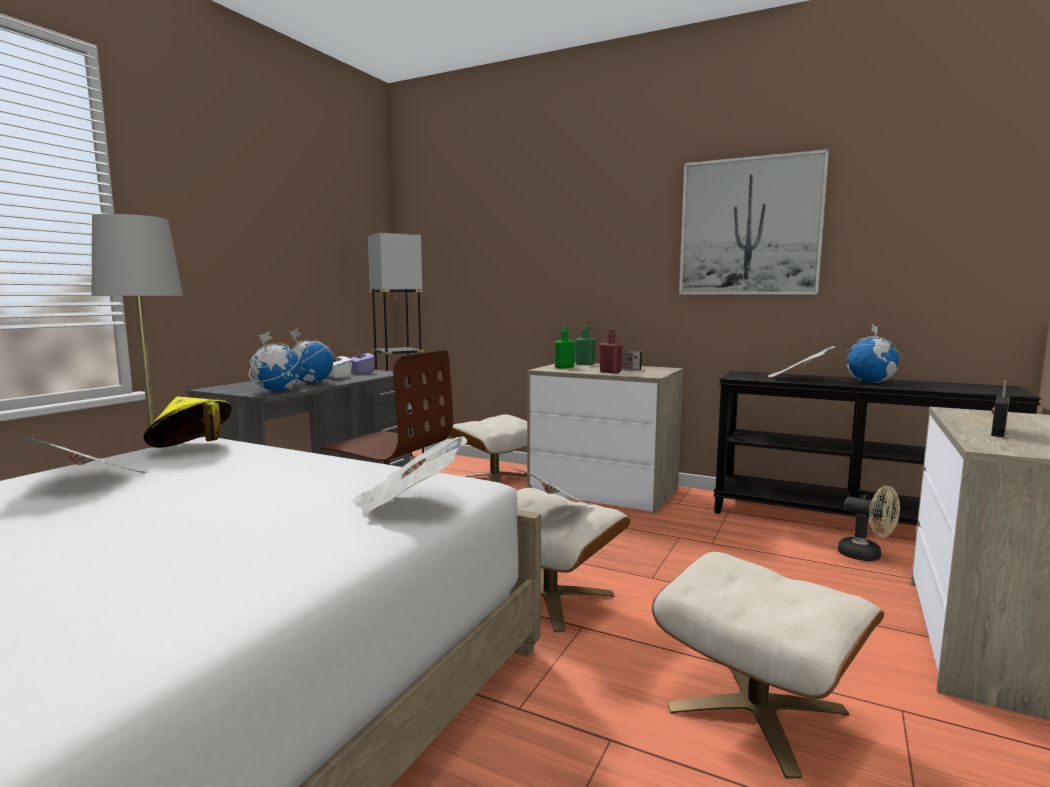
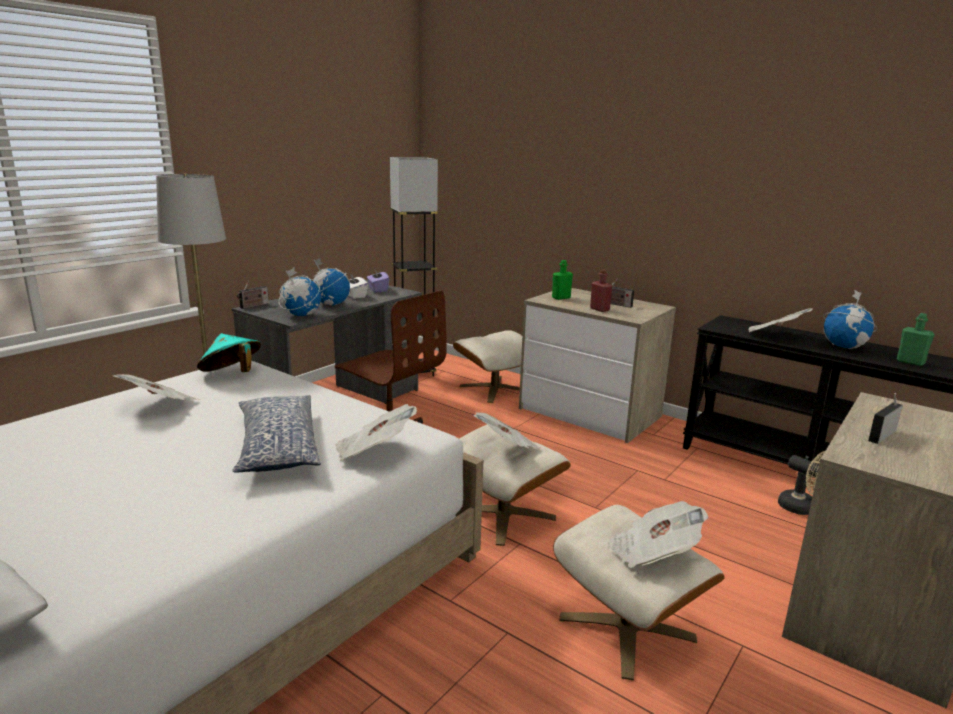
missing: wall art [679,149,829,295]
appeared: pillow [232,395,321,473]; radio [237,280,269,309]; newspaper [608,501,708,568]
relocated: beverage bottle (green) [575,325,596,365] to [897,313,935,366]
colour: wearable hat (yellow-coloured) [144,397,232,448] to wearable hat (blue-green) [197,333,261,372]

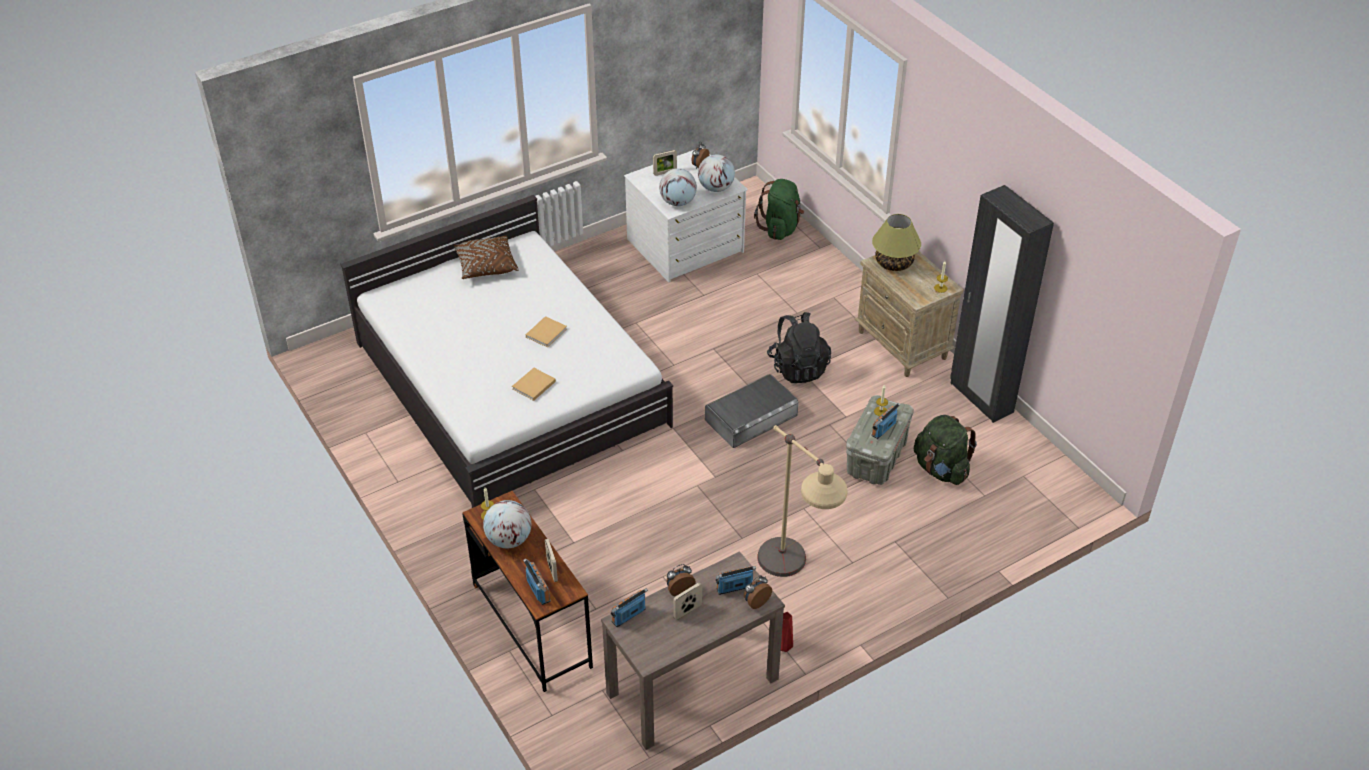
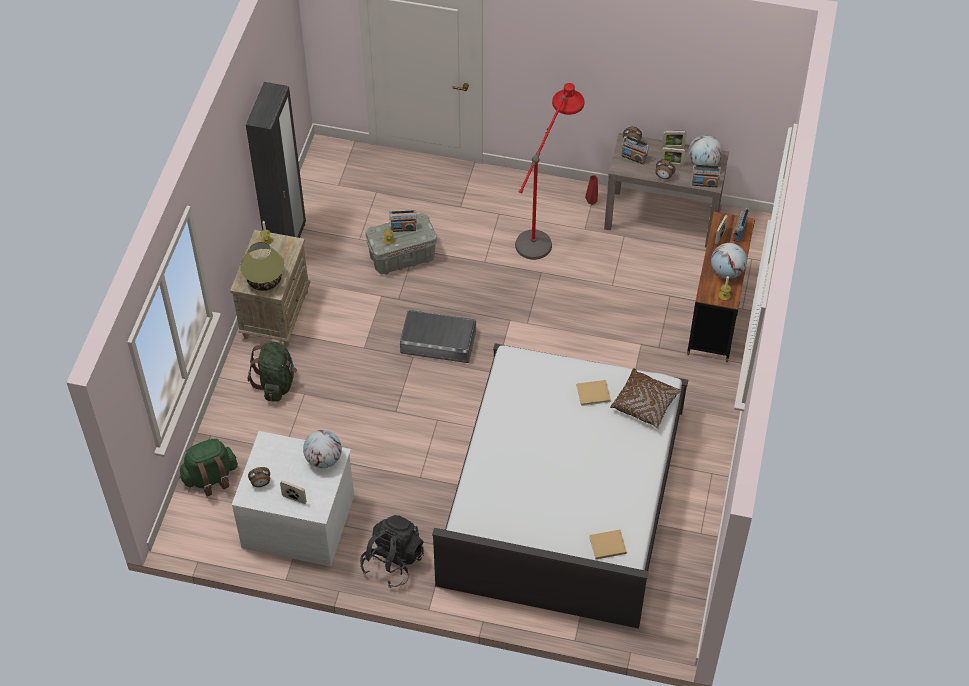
appeared: photo frame [662,131,686,148]
relocated: backpack (green) [914,415,977,485] to [248,341,297,402]; backpack (blackish) [767,312,831,383] to [360,515,424,588]; volume (sand-coloured) [526,316,567,348] to [589,530,627,559]; pillow (brown-coloured) [453,236,519,279] to [610,368,682,428]; globe [698,155,735,192] to [688,135,723,169]
colour: standing lamp (sand-coloured) [757,425,847,577] to standing lamp (reddish) [515,83,584,260]

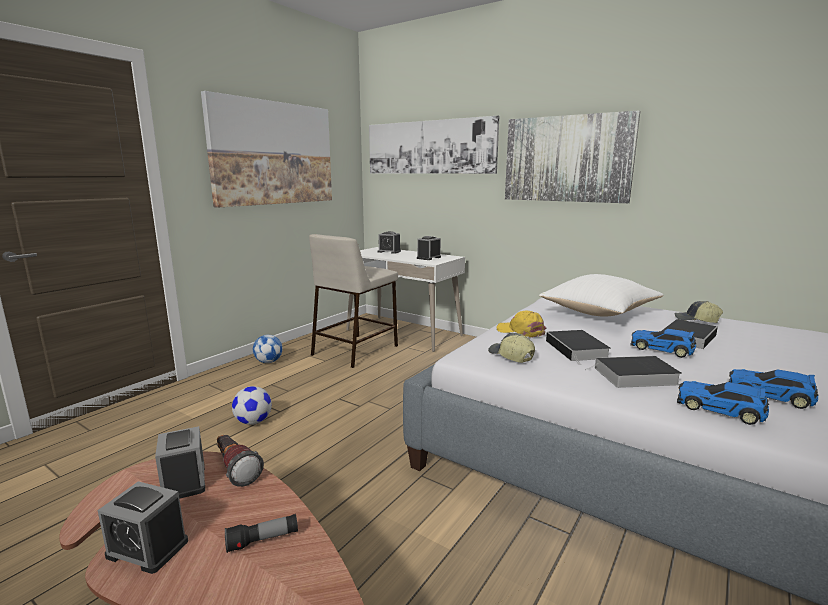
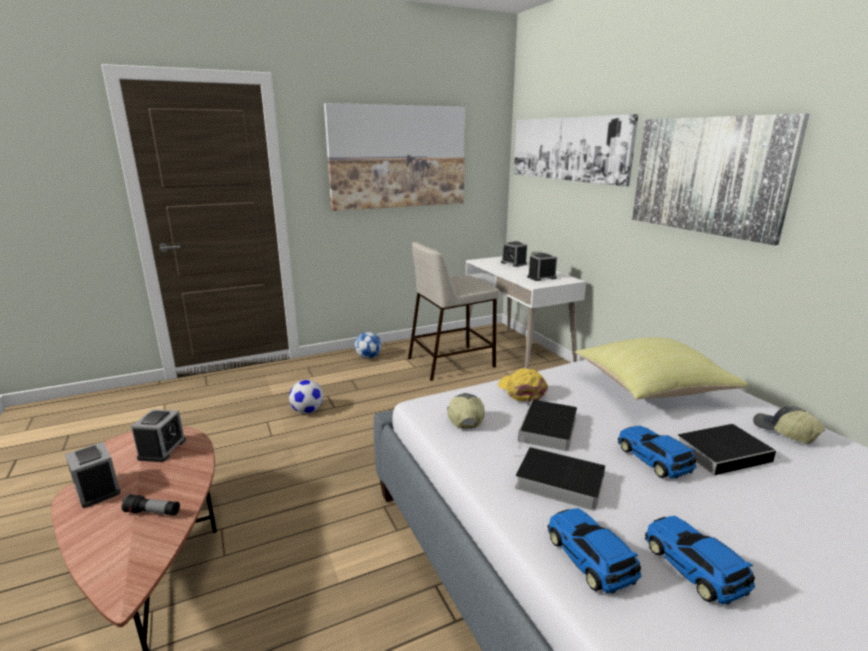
missing: hand torch [217,435,264,487]
colour: pillow (white) [539,274,663,317] to pillow (yellow-coloured) [575,337,748,400]

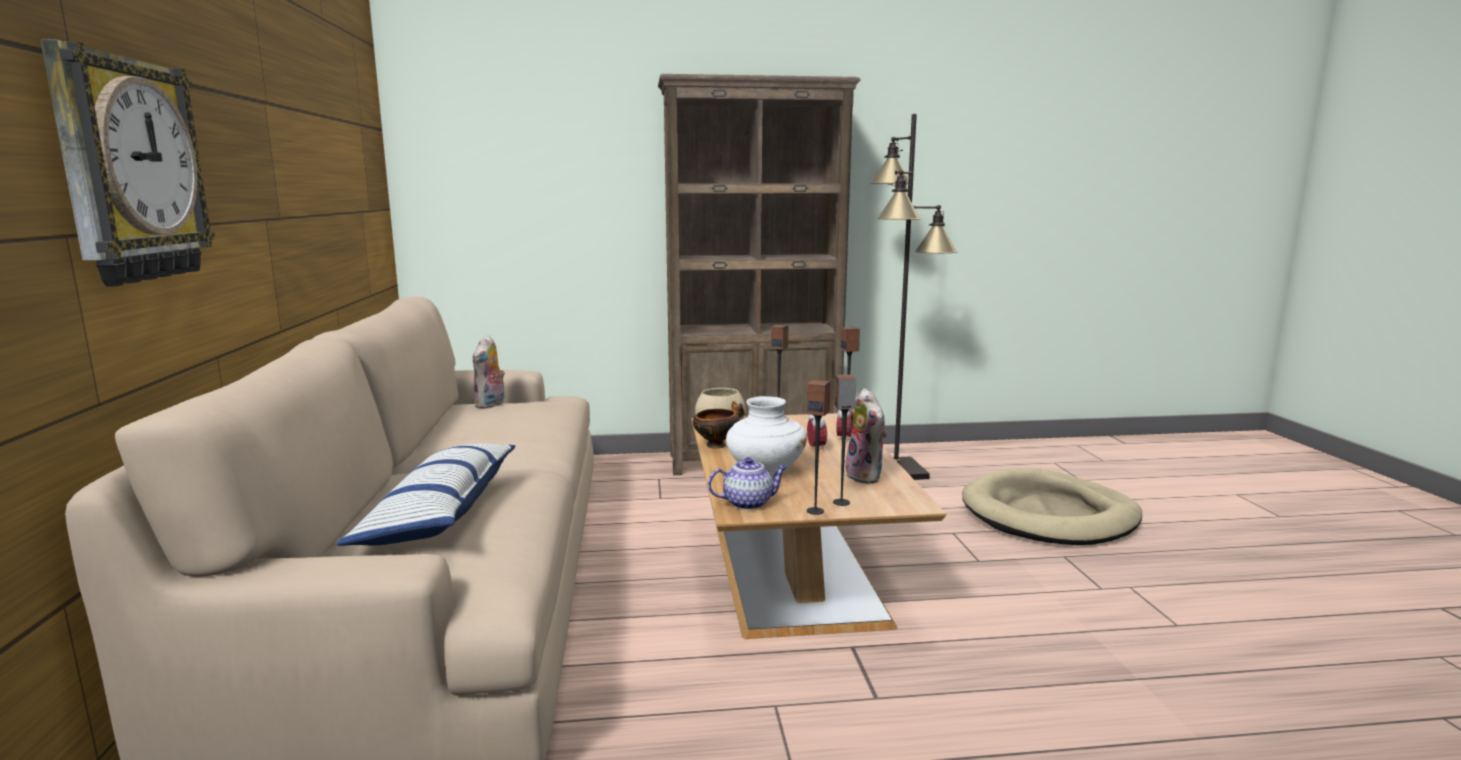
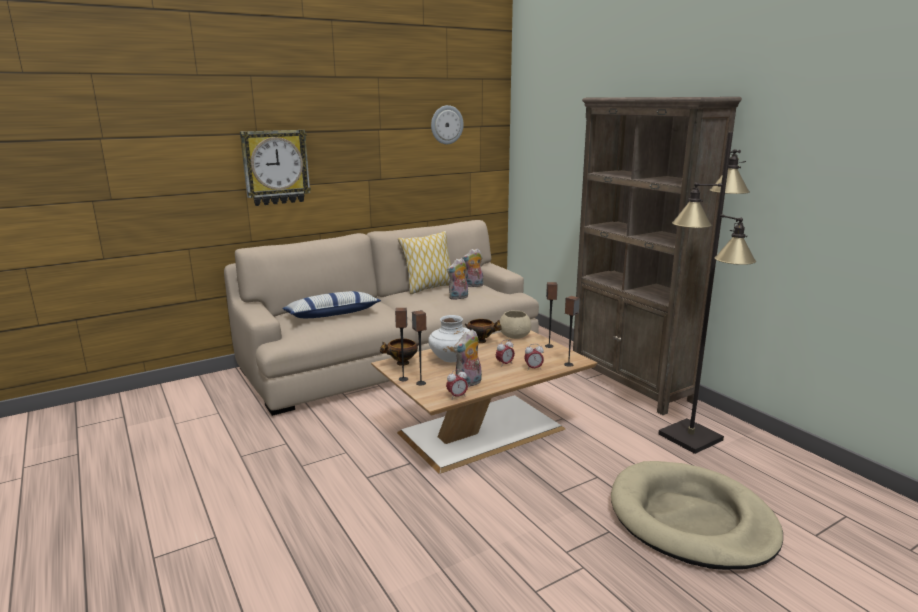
appeared: pillow [398,231,451,294]; clock on the wall [431,105,464,144]; alarm clock [446,369,468,399]; cuddly toy [447,258,468,300]
exchanged: teapot [708,457,787,510] to deep dish [380,338,419,366]

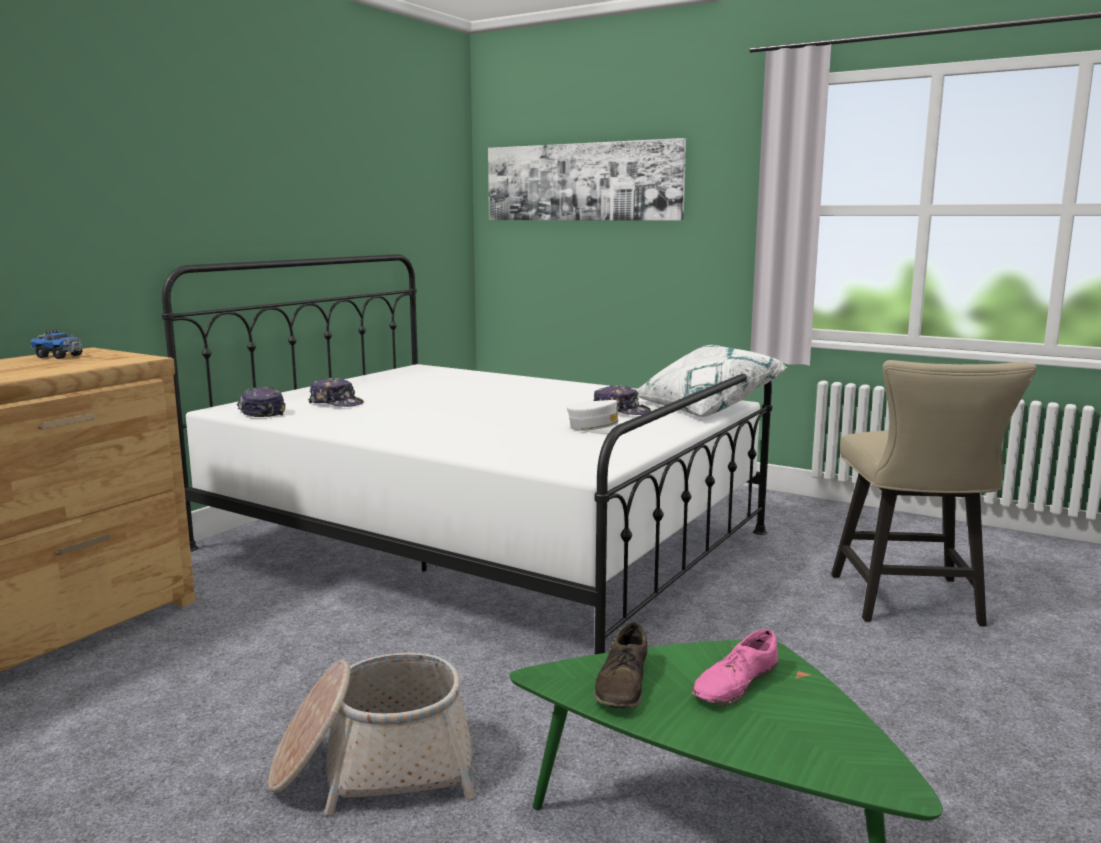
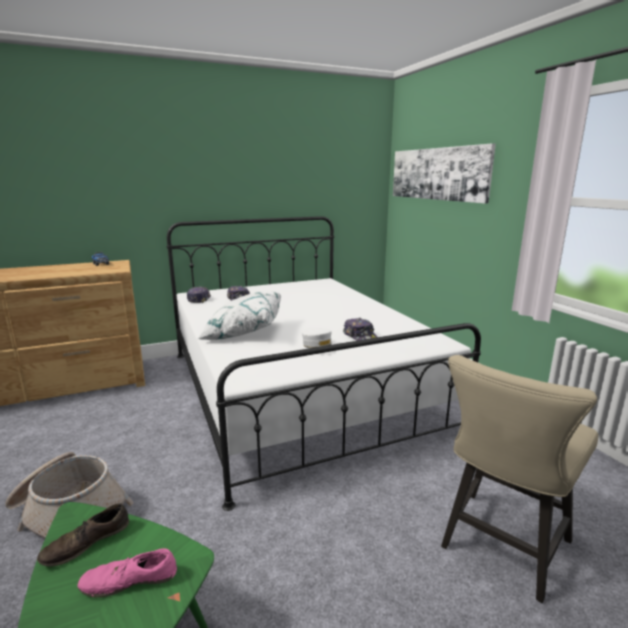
relocated: pillow (white) [637,345,787,417] to [198,291,281,340]

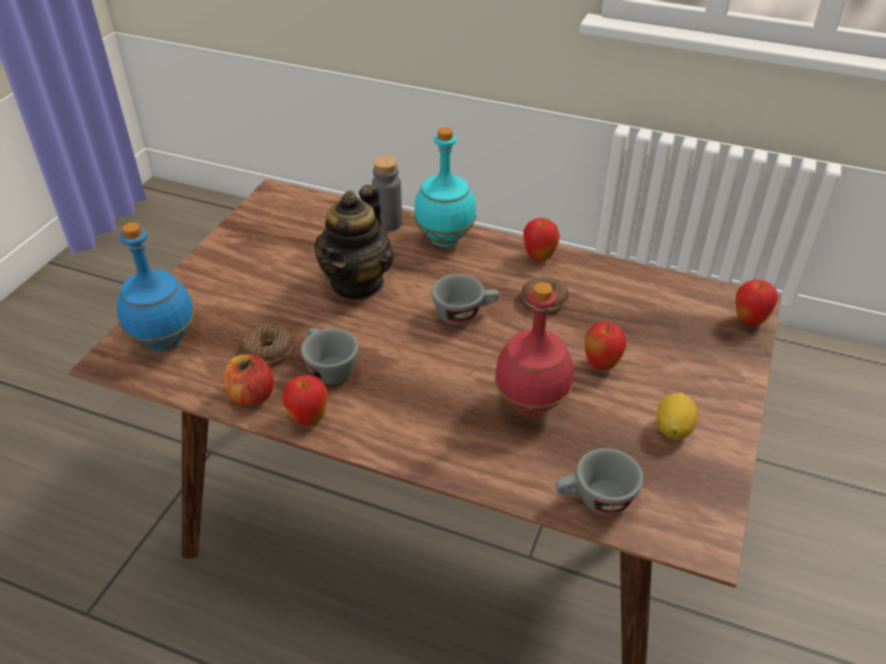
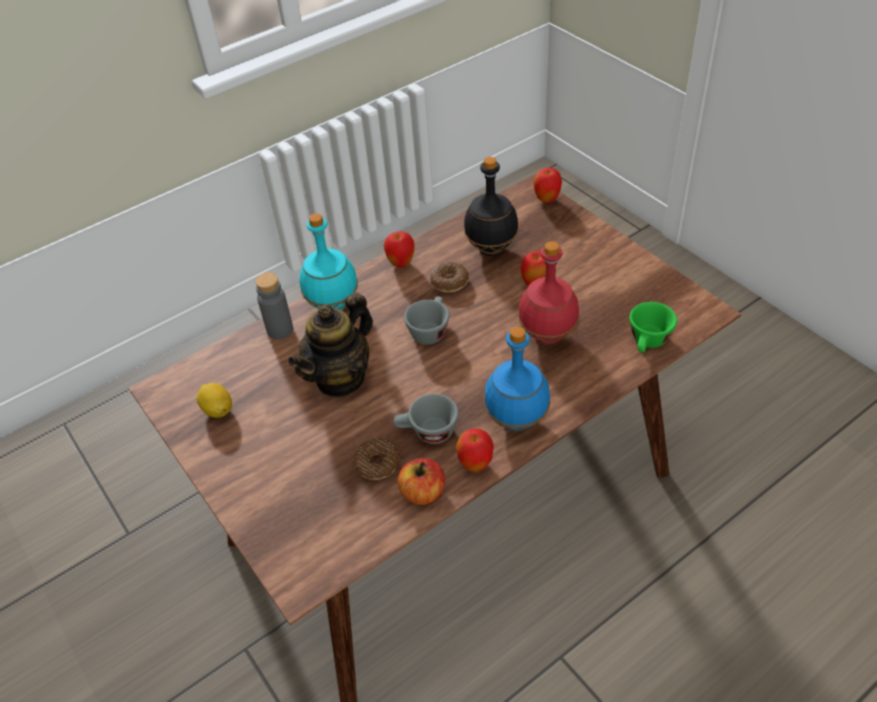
appeared: beverage bottle (blackish) [464,157,519,256]
relocated: lemon [657,393,698,439] to [197,383,232,418]; beverage bottle (blue-coloured) [117,222,194,352] to [484,327,550,431]
colour: small cup (greyish) [555,448,643,515] to small cup (green) [630,302,677,353]
spun: teapot [314,185,394,300] = [288,292,373,398] 75 degrees clockwise

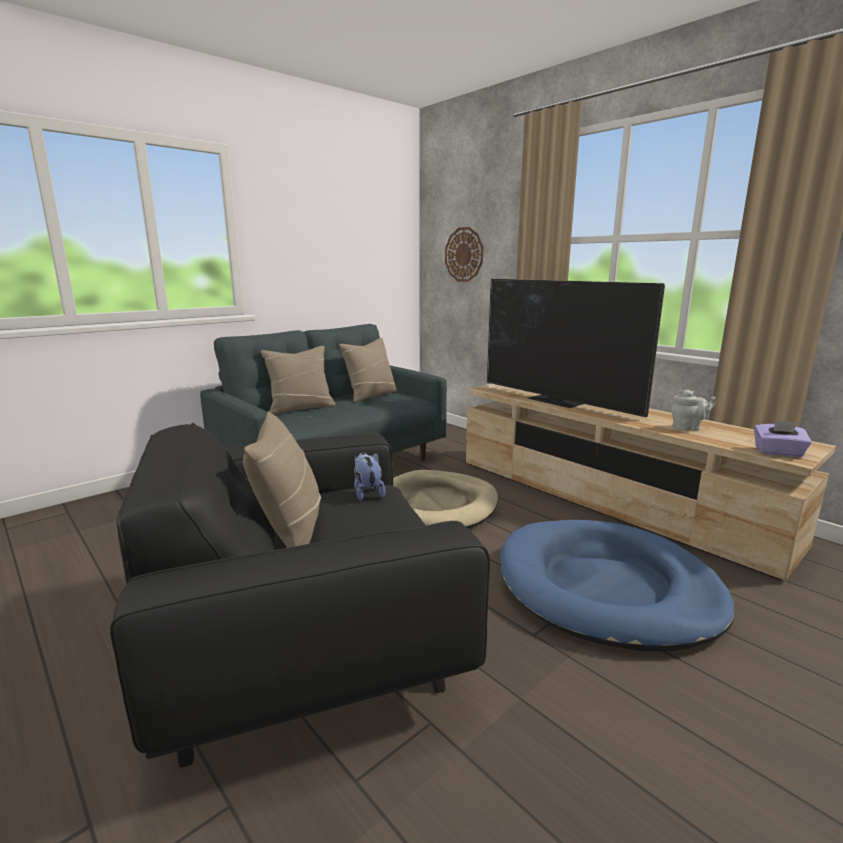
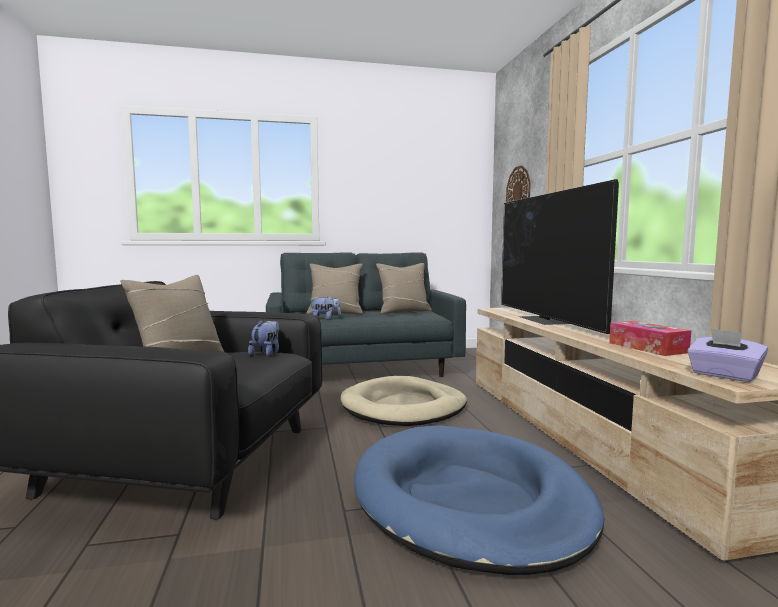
appeared: cuddly toy [310,296,341,320]
exchanged: teapot (greyish) [671,390,716,431] to tissue box [609,321,691,356]

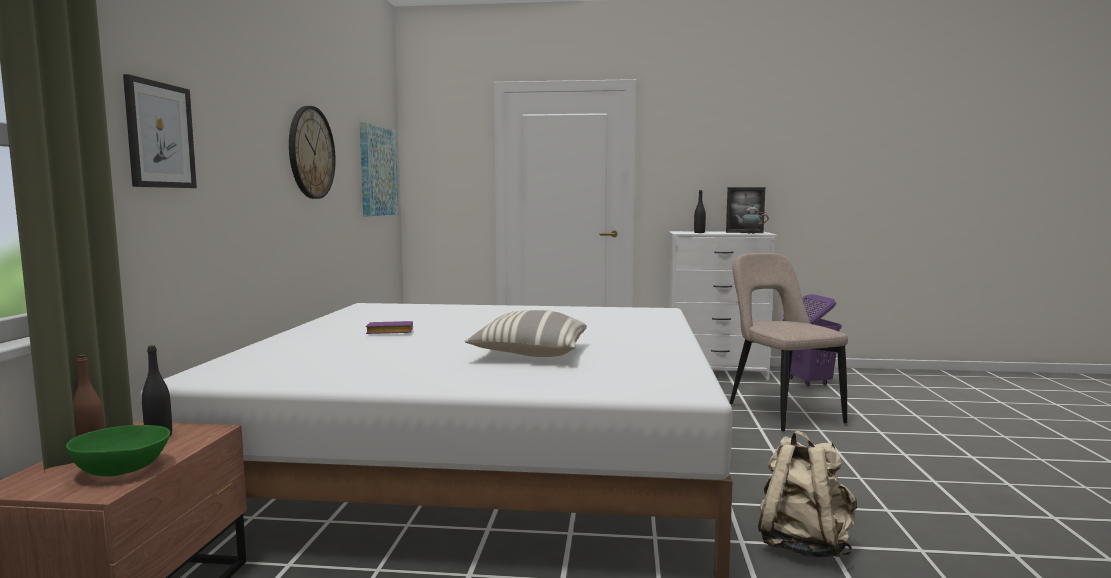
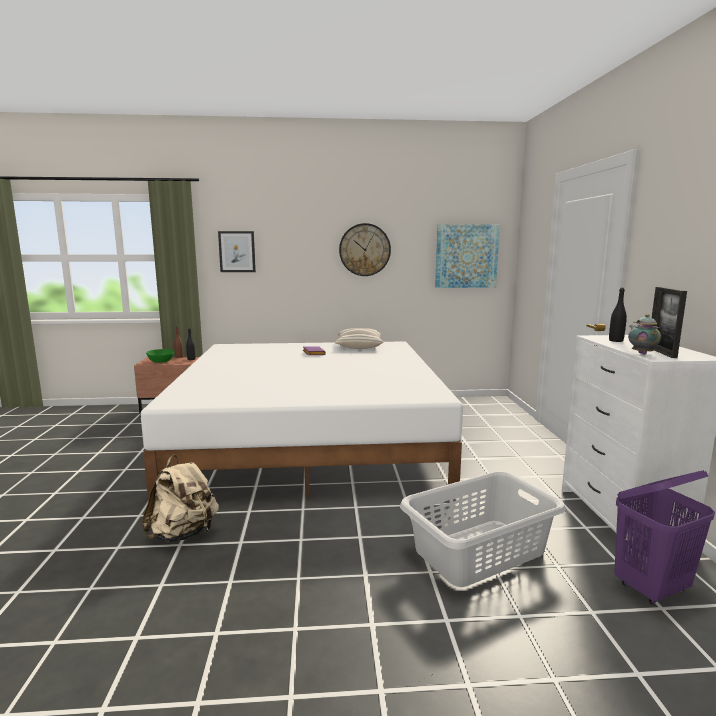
relocated: pillow [465,310,587,357] to [335,328,384,349]
exchanged: chair (sand-coloured) [730,253,848,431] to hamper (greyish) [400,471,566,587]

